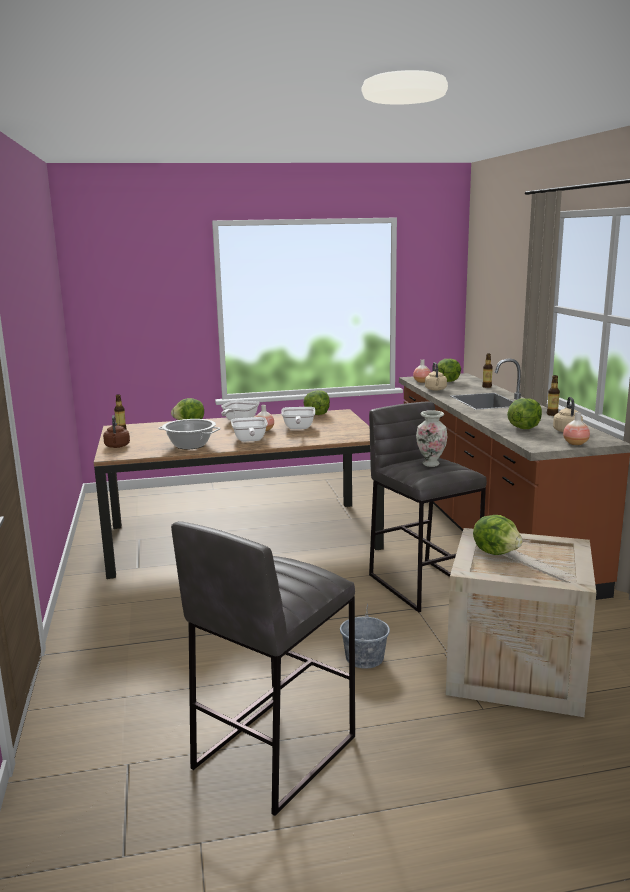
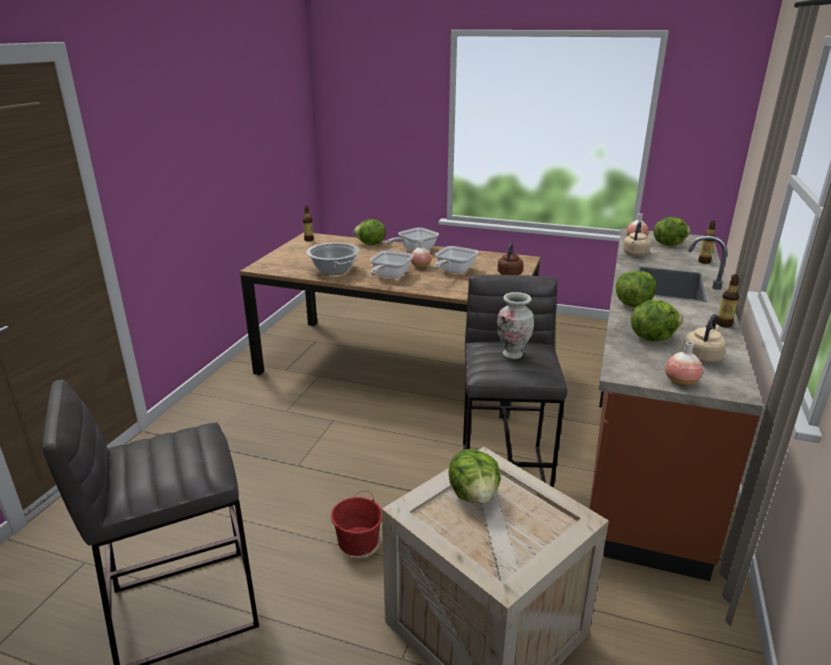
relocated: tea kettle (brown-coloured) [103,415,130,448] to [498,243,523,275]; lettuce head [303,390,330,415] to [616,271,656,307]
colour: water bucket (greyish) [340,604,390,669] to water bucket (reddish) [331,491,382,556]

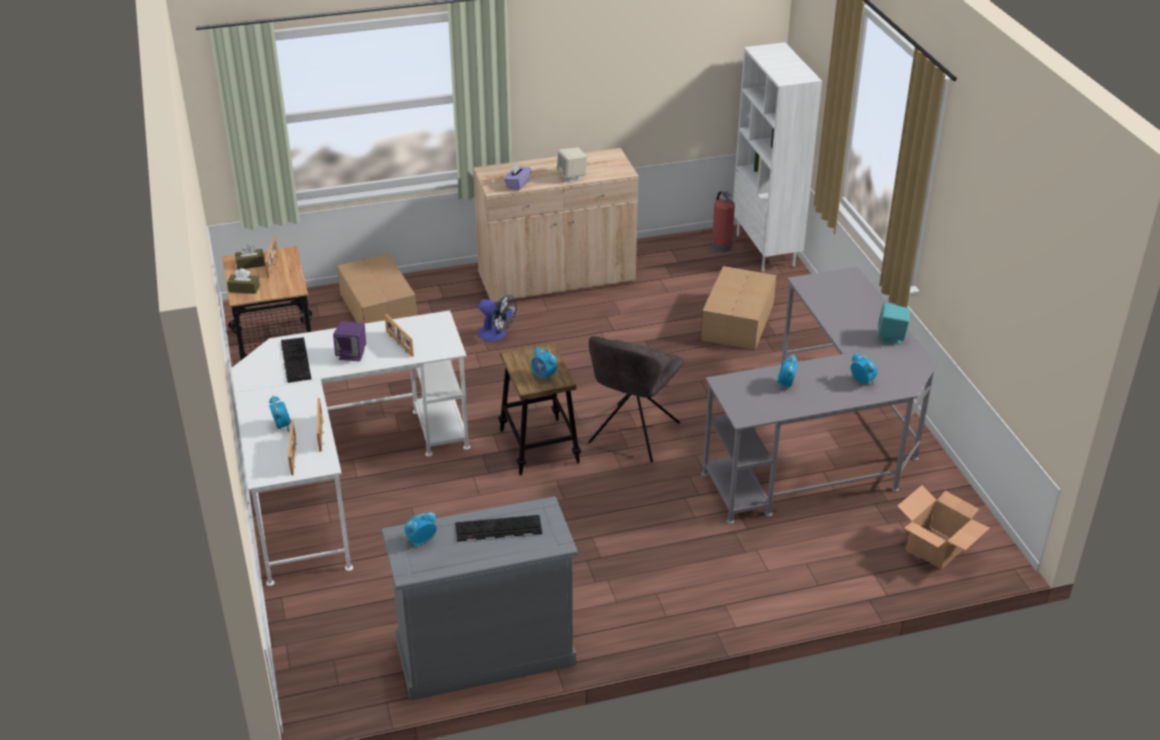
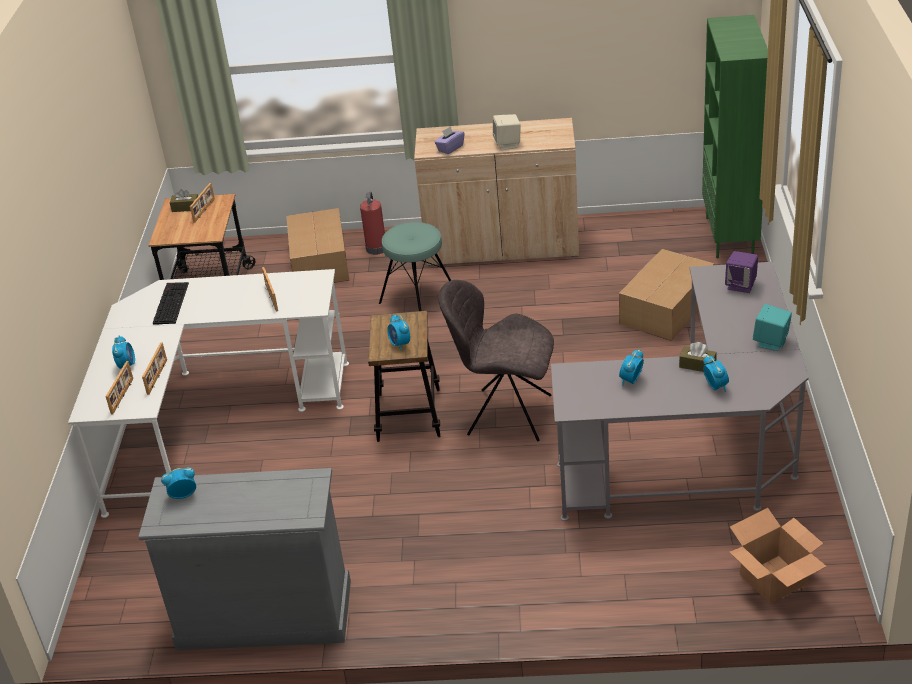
missing: computer keyboard [455,515,542,542]
relocated: fire-fighting cylinder [712,191,735,252] to [360,192,385,255]; tissue box (brown-coloured) [227,268,260,294] to [679,342,717,372]; audio speaker (purple) [333,321,366,361] to [725,251,758,293]
exchanged: cooling fan [478,295,517,342] to stool (blue-green) [379,222,451,311]
colour: shelving unit (white) [733,42,822,272] to shelving unit (green) [702,15,768,258]
spun: chair (greyish) [588,336,684,462] = [438,280,554,441] 60 degrees clockwise

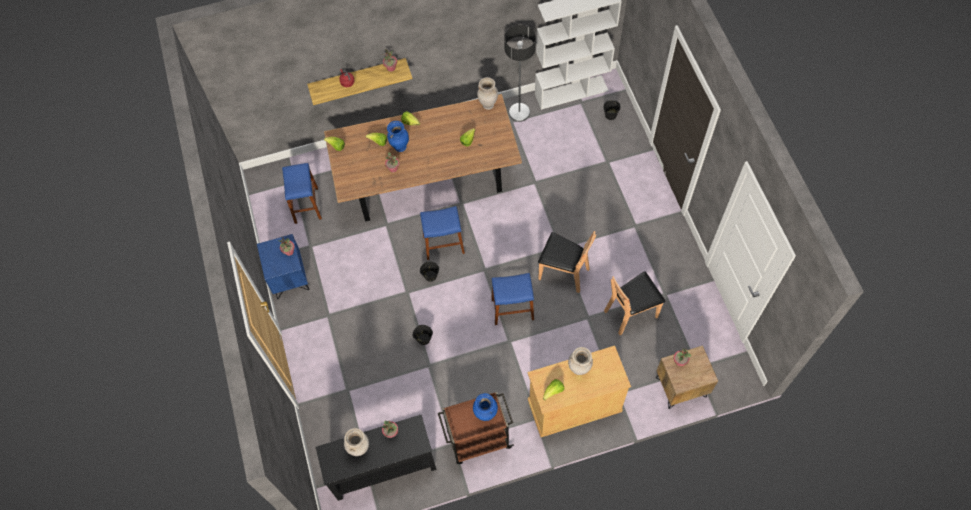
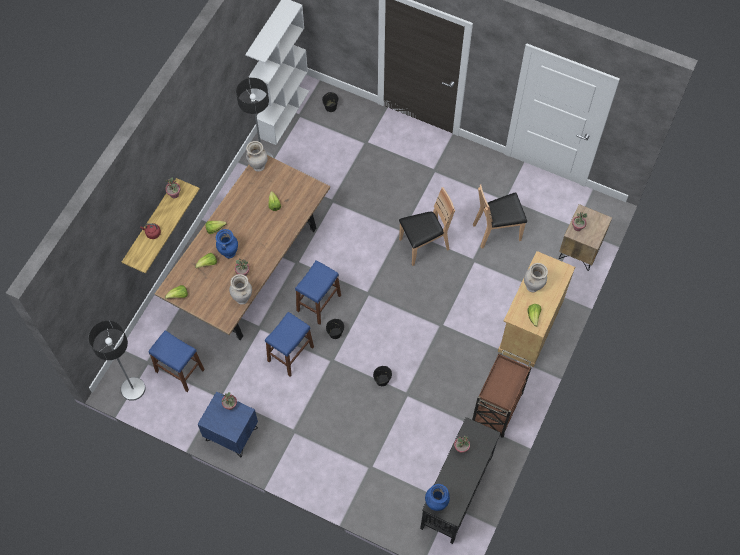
appeared: standing lamp [89,320,145,401]
relocated: decorative vase (sand-coloured) [344,428,369,456] to [229,274,252,305]; stool (blue-coloured) [491,273,534,325] to [265,312,314,376]; decorative vase (blue-coloured) [473,393,498,421] to [425,484,450,511]
spun: chair (brown-coloured) [604,271,665,335] = [473,185,527,249] 60 degrees clockwise

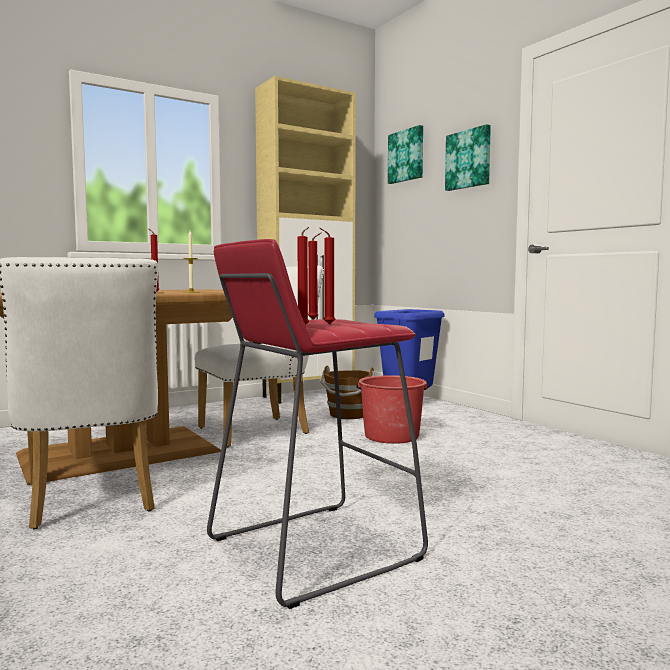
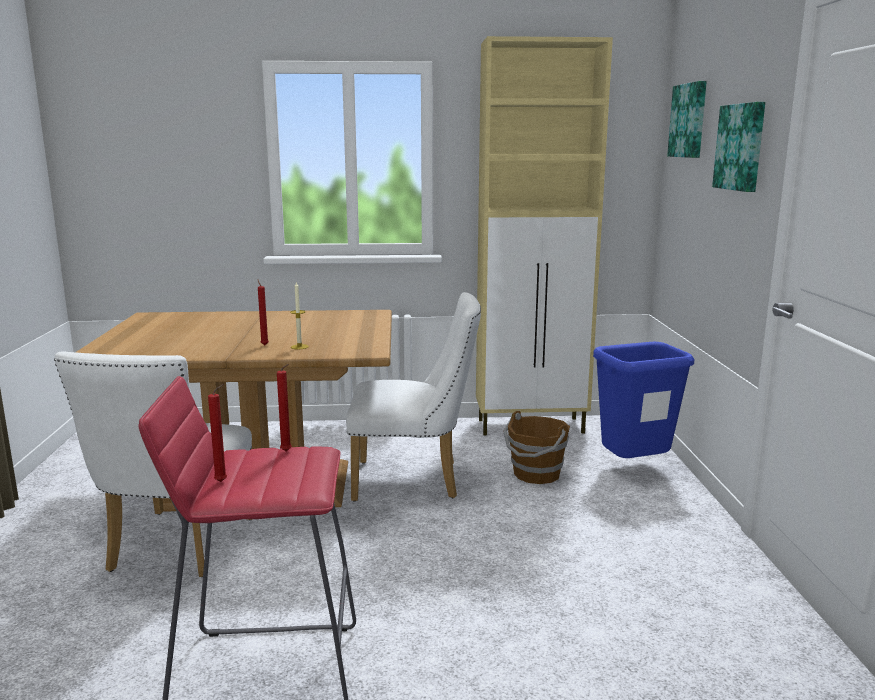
missing: wax light (reddish) [319,228,335,325]; water bucket (reddish) [356,375,428,444]

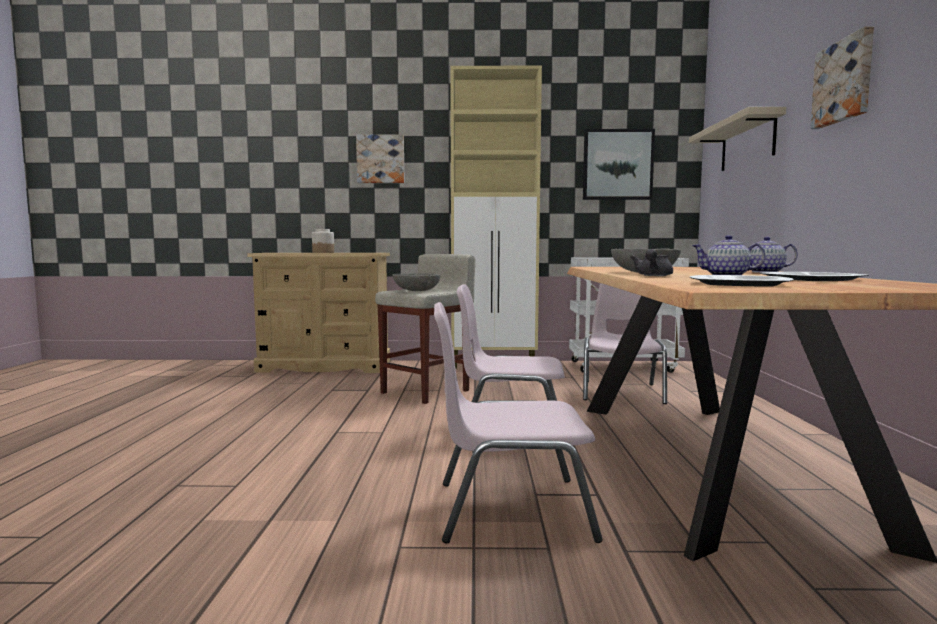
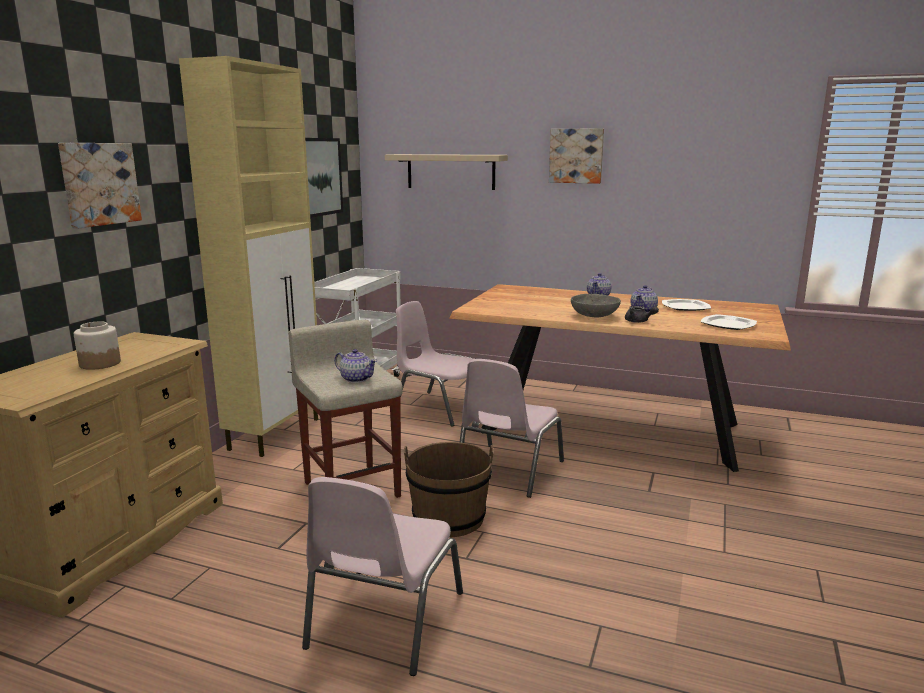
appeared: water bucket (brown-coloured) [404,442,494,537]
relocated: chair (pinkish) [434,302,603,544] to [302,477,463,676]
exchanged: deep dish (greyish) [392,273,440,291] to teapot [334,349,377,383]

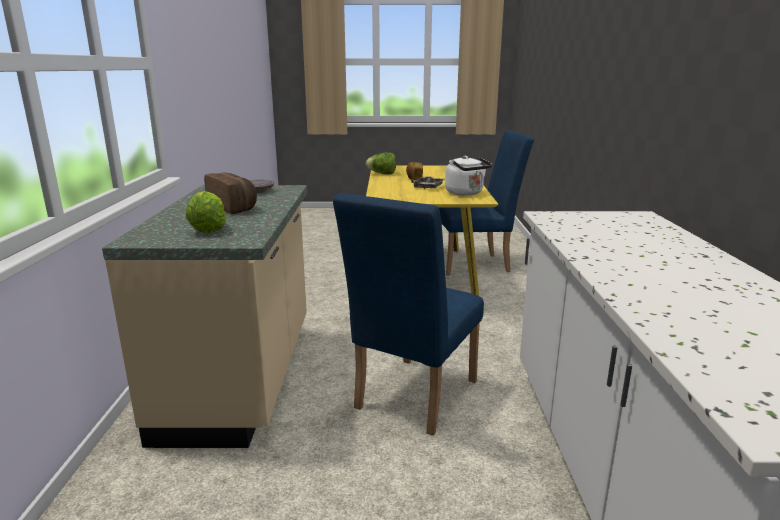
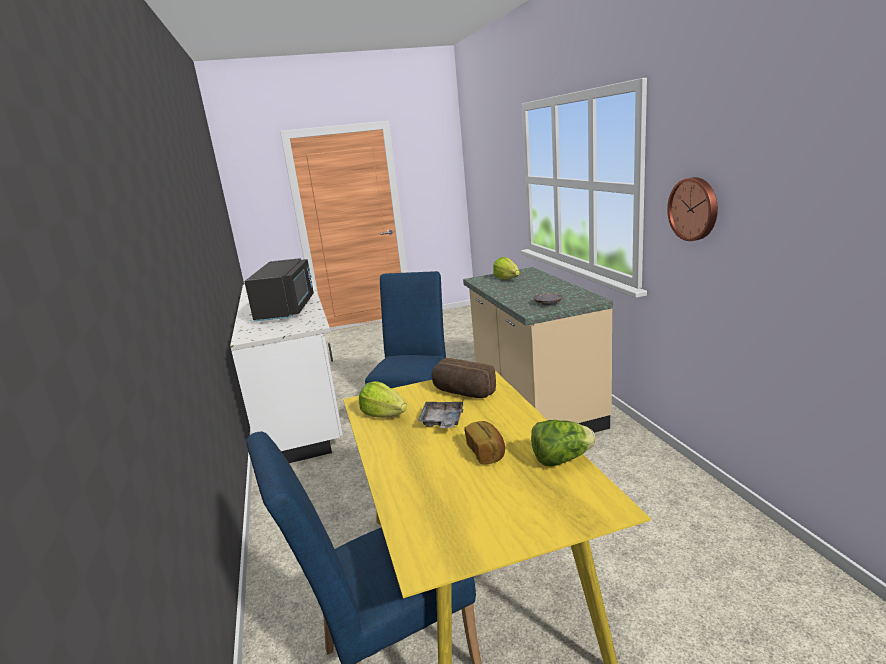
appeared: microwave (blackish) [244,258,314,322]; clock on the wall [667,177,718,241]
relocated: baked bread [204,172,257,214] to [431,358,496,398]
exchanged: tea kettle (white) [445,156,492,195] to lettuce head [359,381,407,418]

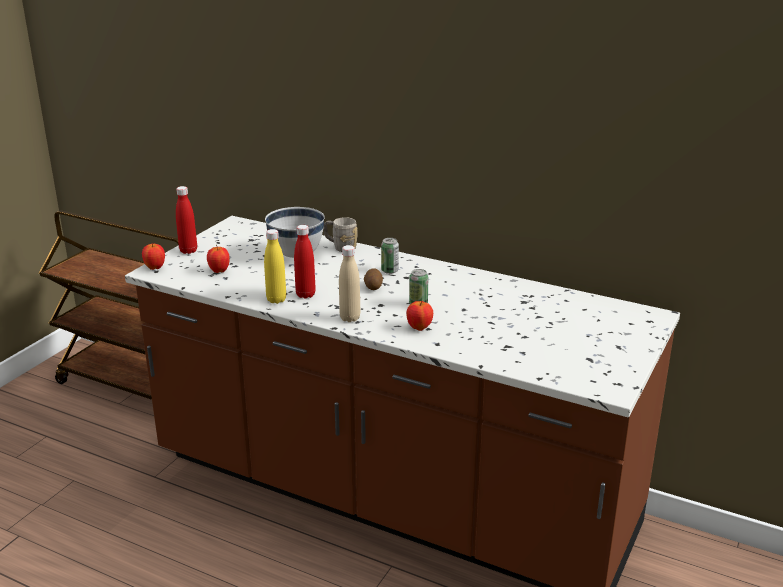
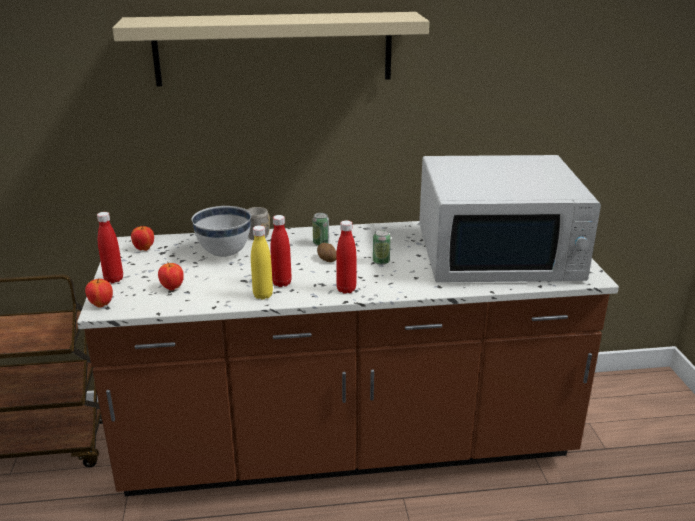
appeared: shelf (sand-coloured) [112,12,429,86]; microwave (white) [419,155,601,283]
relocated: apple [406,301,433,331] to [131,226,154,251]
colour: beverage bottle (sand-coloured) [339,245,360,322] to beverage bottle (reddish) [336,220,356,294]

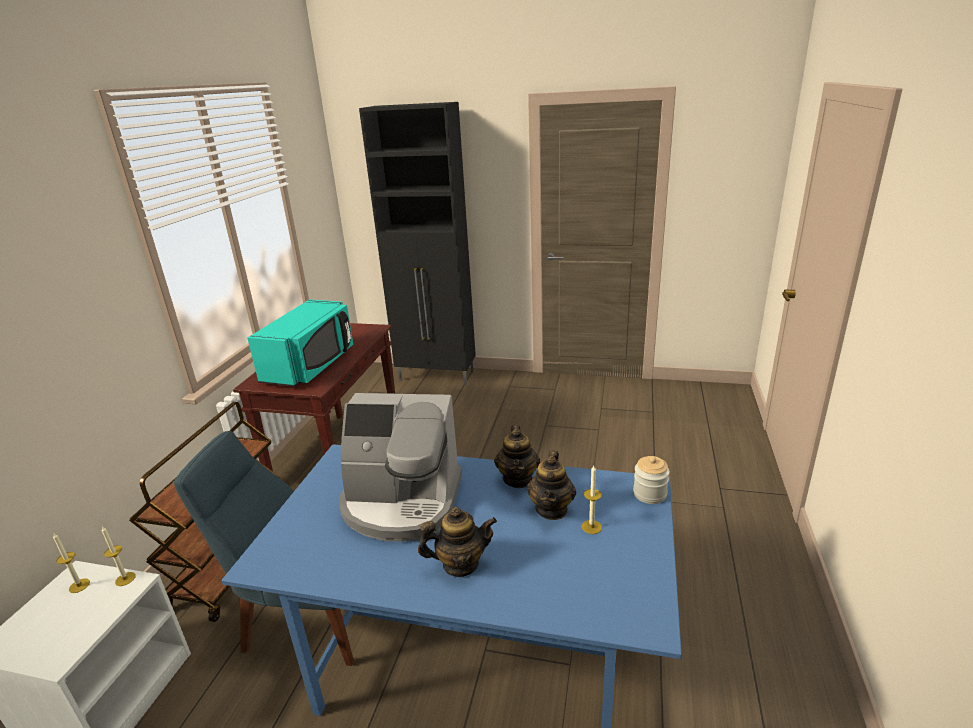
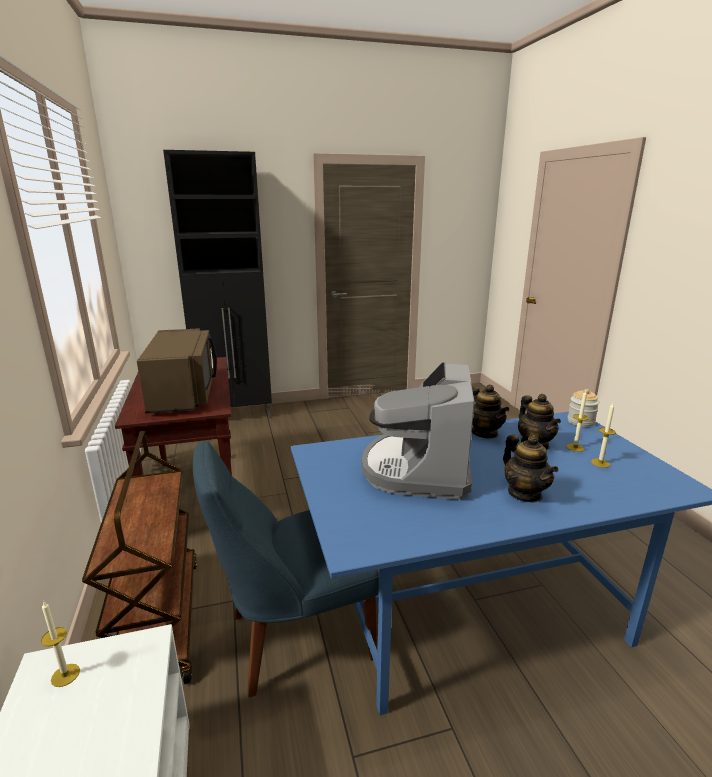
relocated: wax light [102,526,136,586] to [591,403,616,468]
colour: microwave (blue-green) [247,299,353,387] to microwave (brown-coloured) [137,328,217,413]
spun: coffee brewer [339,393,462,542] = [362,362,474,500] 120 degrees clockwise; teapot [418,507,497,577] = [503,435,558,502] 105 degrees clockwise

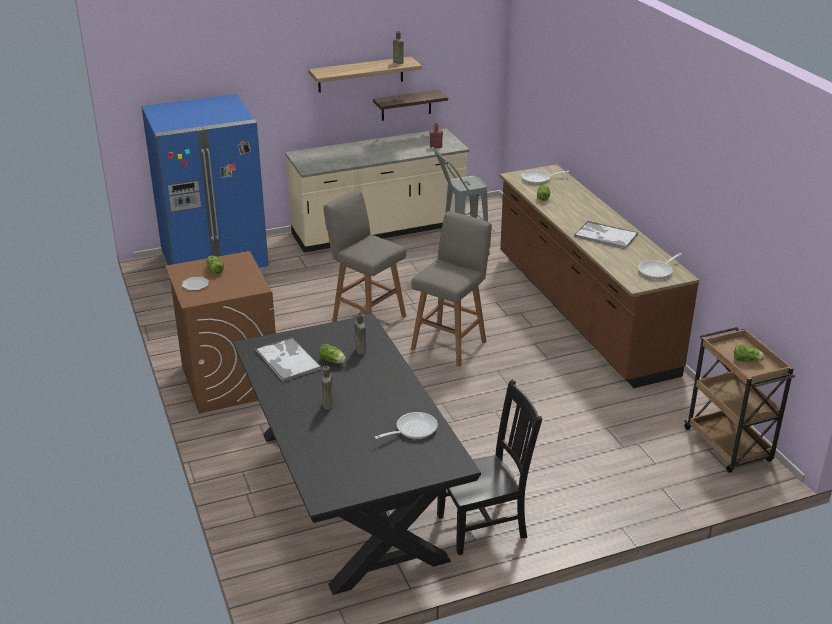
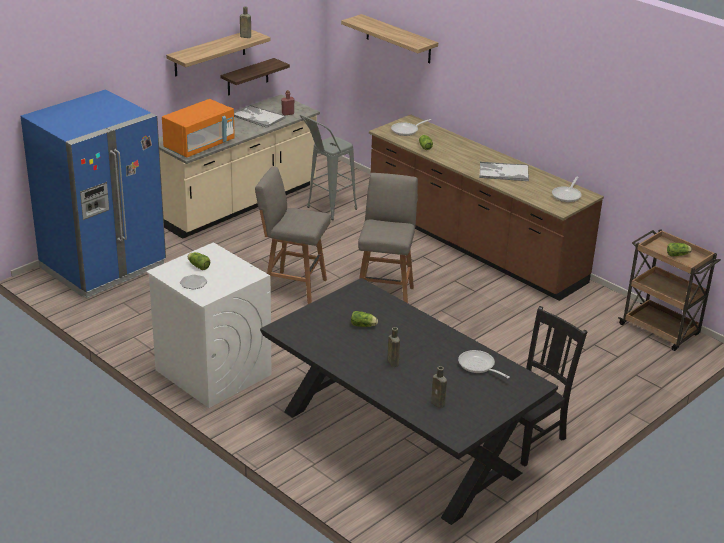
appeared: microwave (orange) [162,99,235,157]; shelf [341,14,438,64]
relocated: carrying tray [256,337,322,381] to [234,105,285,128]; beverage bottle (brown-coloured) [354,313,366,355] to [431,366,447,408]
colour: washing machine (brown-coloured) [165,251,276,414] to washing machine (white) [146,242,271,408]
spun: pan [374,412,438,439] = [458,350,510,378] 75 degrees counterclockwise

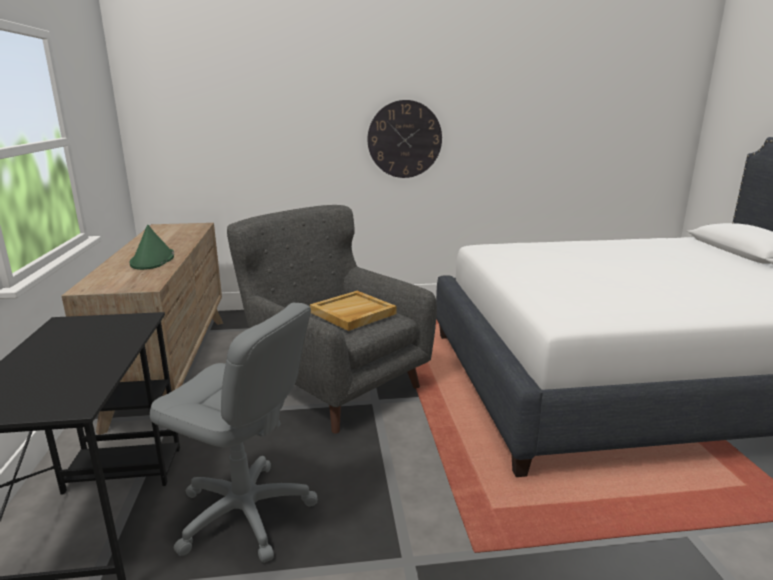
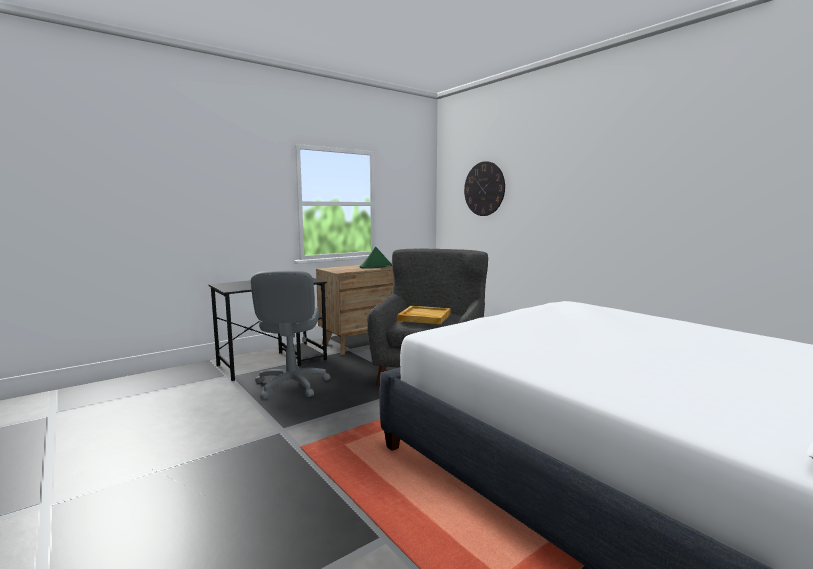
relocated: clock on the wall [367,100,442,178] to [464,161,505,216]

